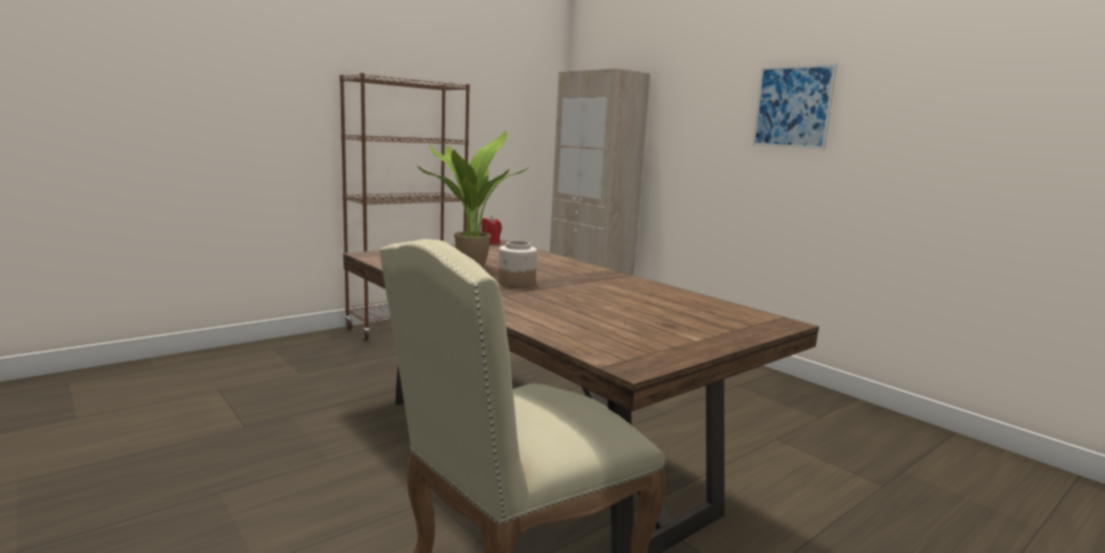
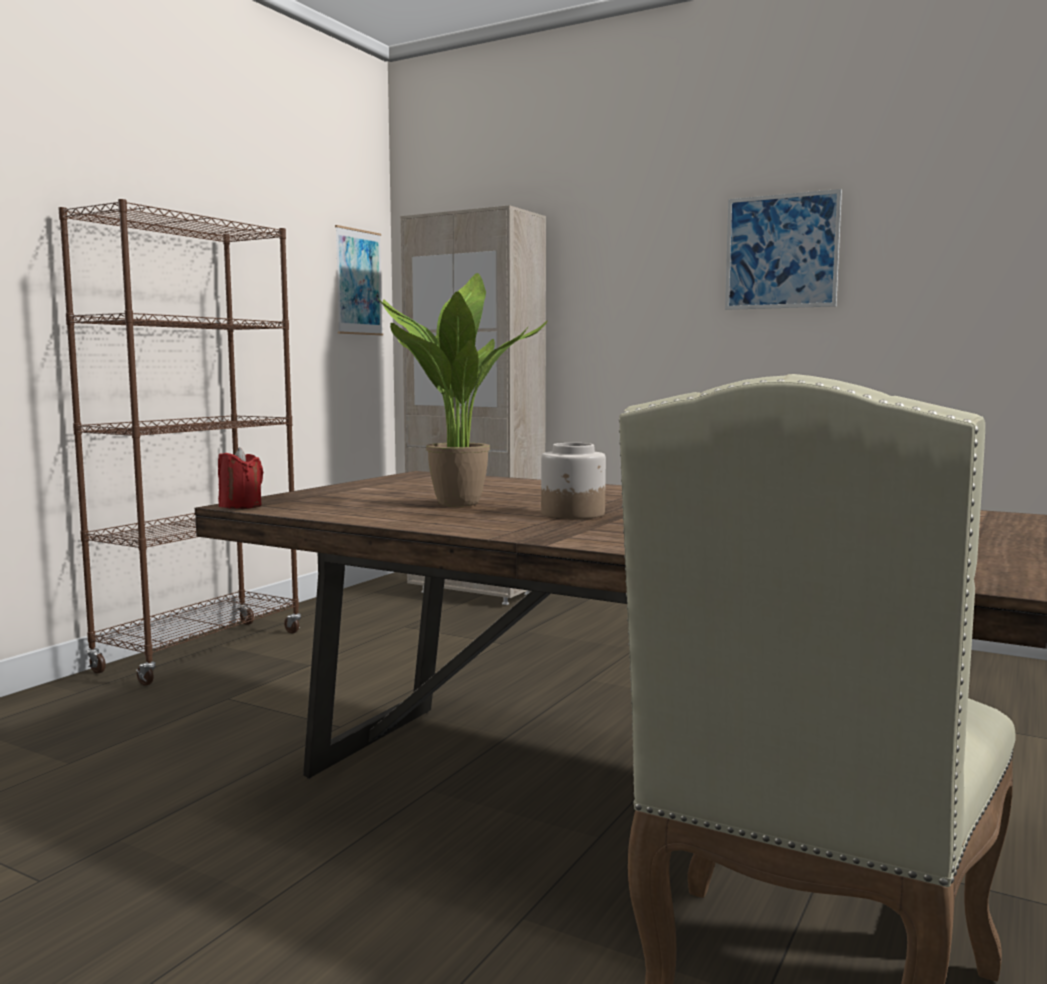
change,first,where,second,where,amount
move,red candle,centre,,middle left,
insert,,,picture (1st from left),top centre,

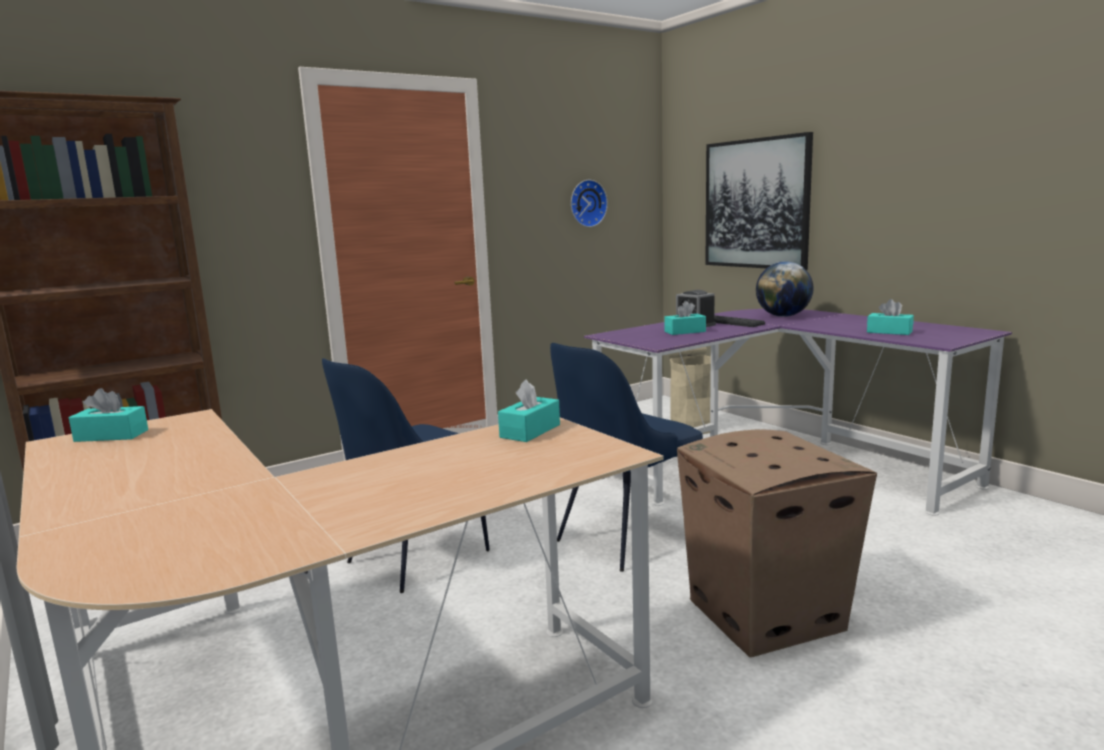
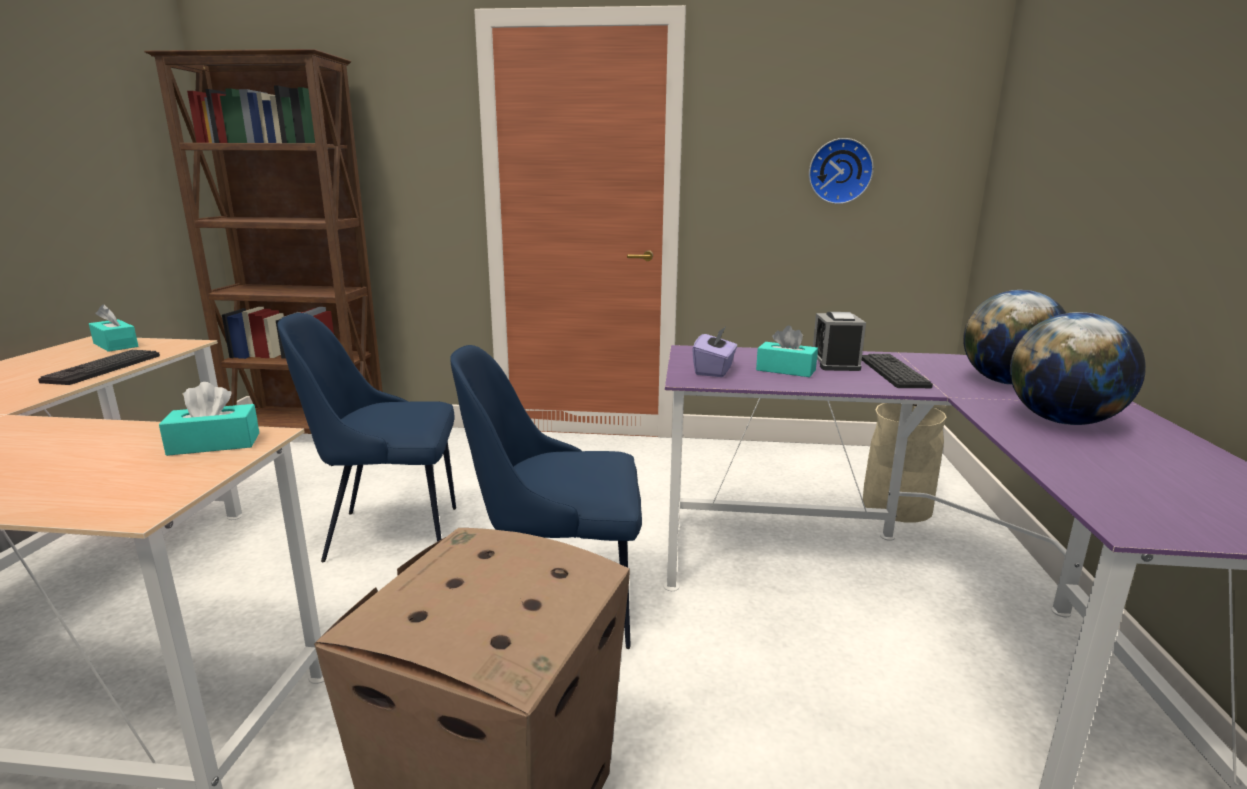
change,first,where,second,where,amount
delete,picture,top right,,,
delete,turquoise tissue box (4th from left),middle right,,,
insert,,,globe (2nd from left),middle right,
insert,,,purple tissue box,centre,
insert,,,keyboard (1st from left),middle left,

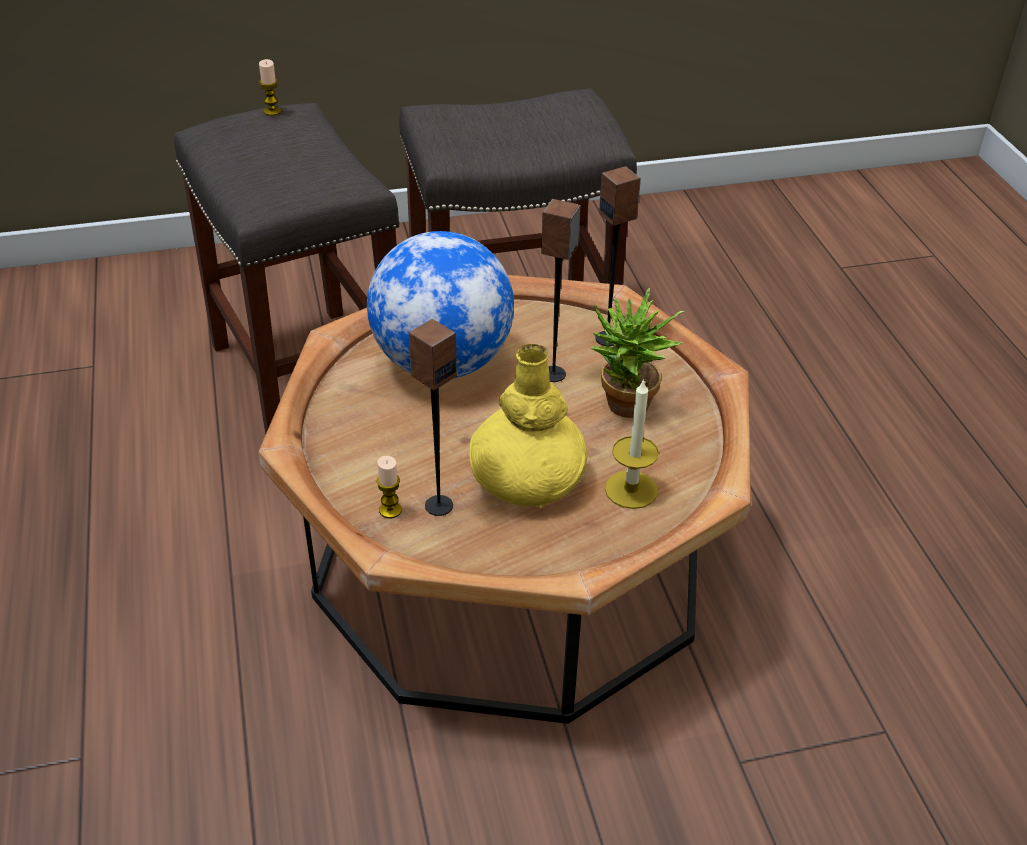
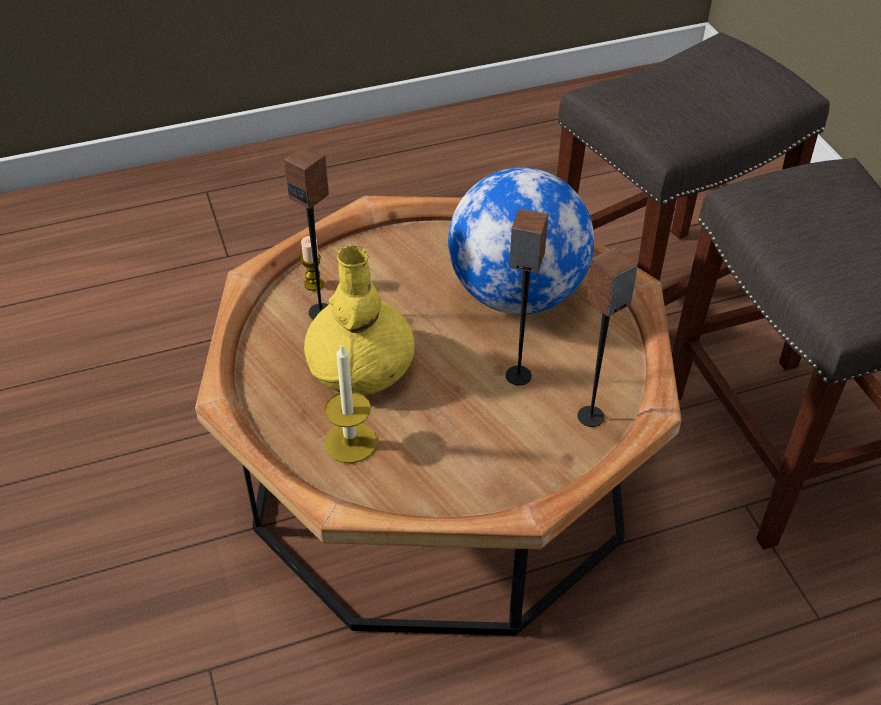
change,first,where,second,where,amount
delete,candle (1st from left),top left,,,
delete,potted plant,centre,,,

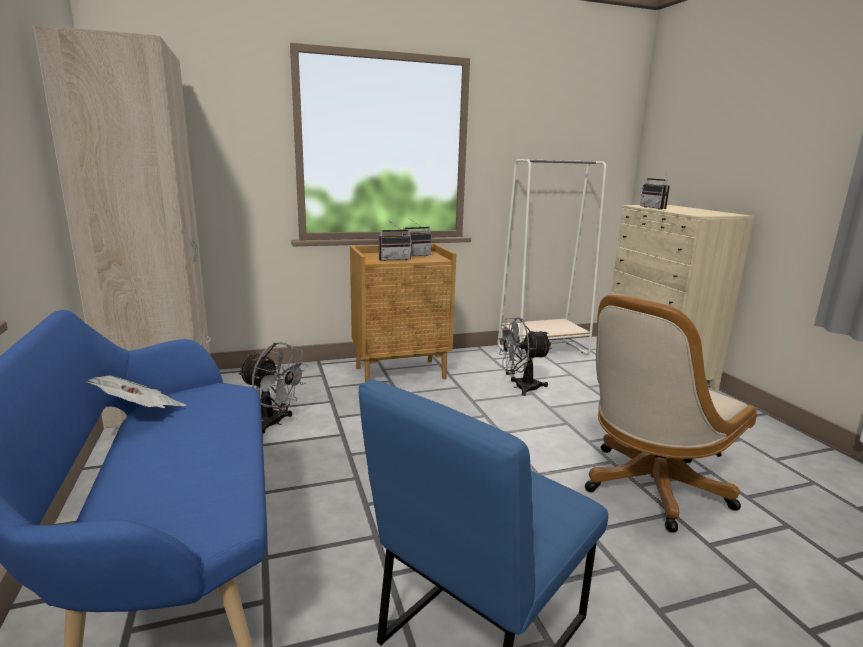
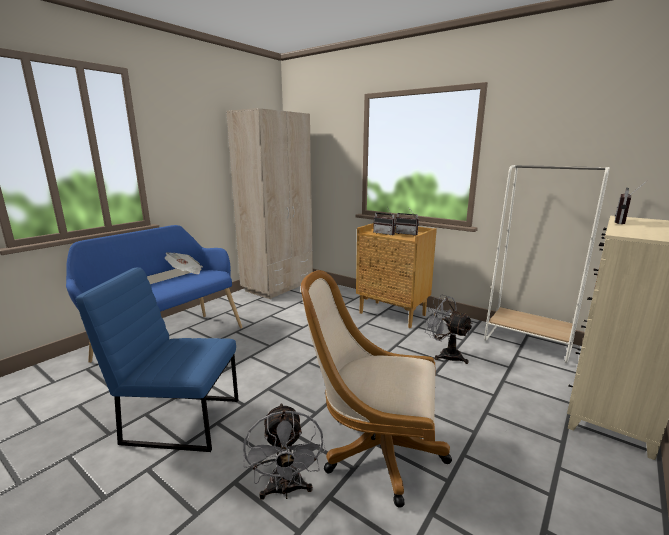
change,first,where,second,where,amount
move,grey fan (1st from left),middle left,,bottom centre,

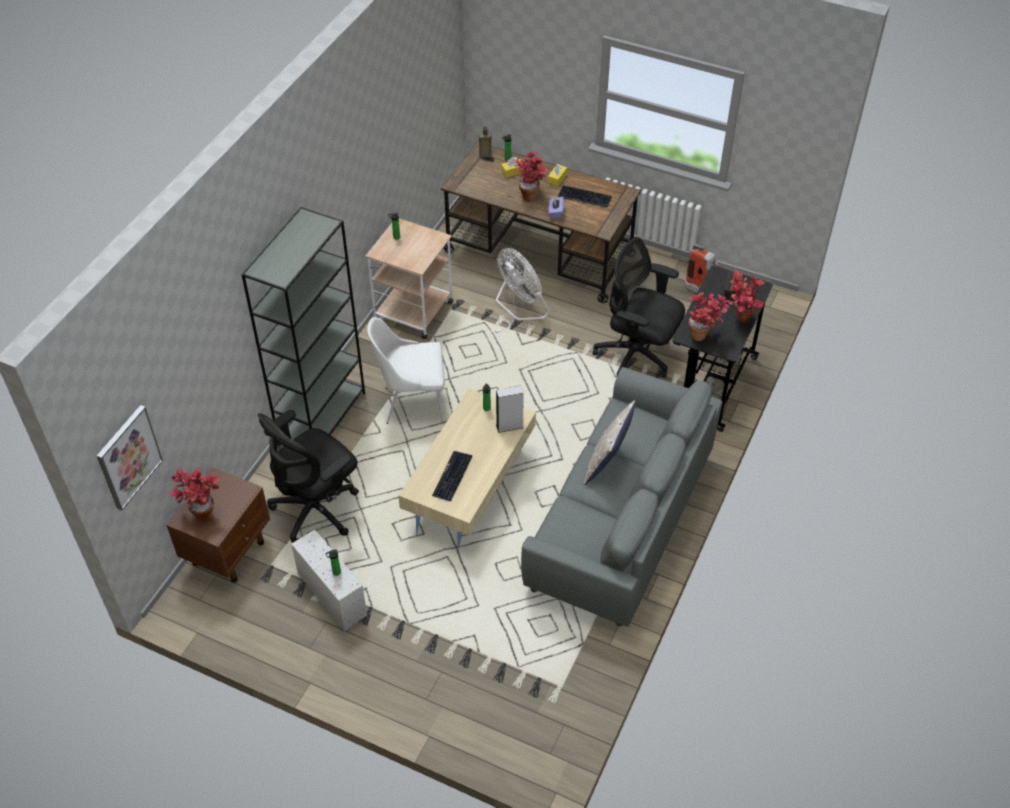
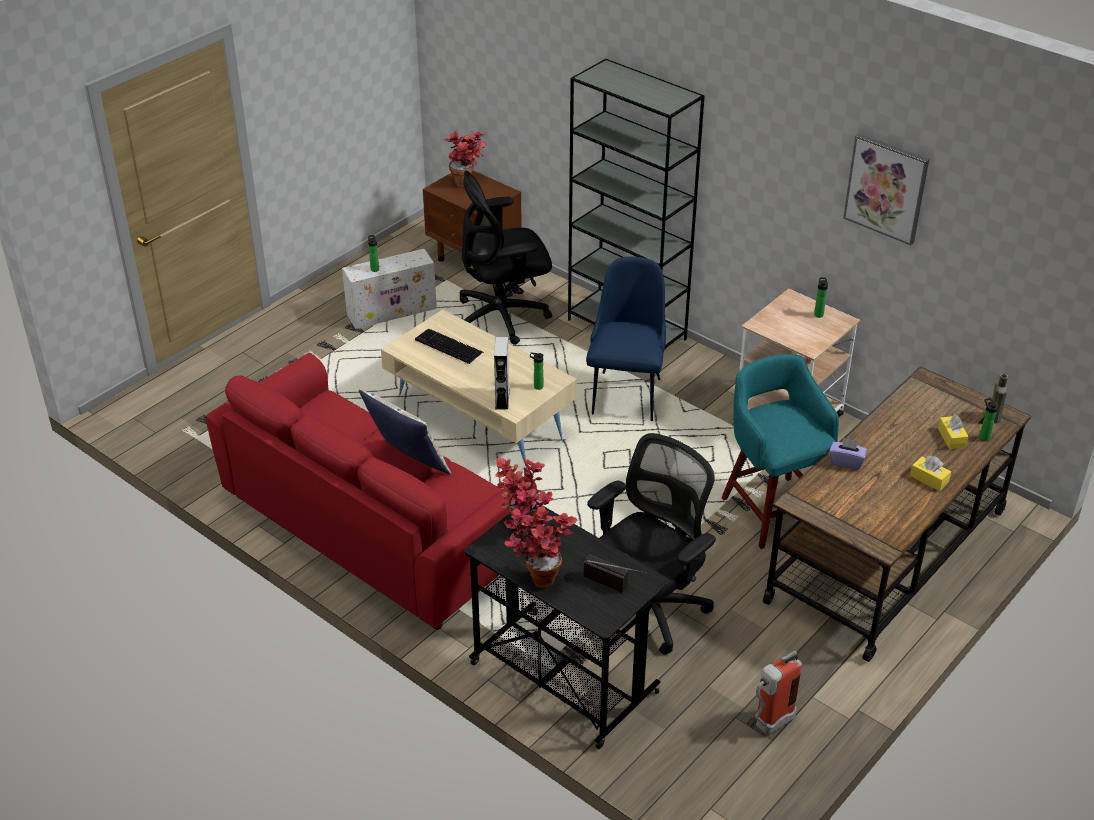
change,first,where,second,where,amount
delete,potted plant (2nd from left),top centre,,,
delete,keyboard (2nd from left),top centre,,,
replace,white fan,centre,turquoise stool,middle right,
recolor,white chair,centre,blue chair,centre,
recolor,grey sofa,centre,red sofa,centre,
move,picture,middle left,,top right,
rotate,black office chair (1st from left),middle left,,top centre,75 degrees counterclockwise

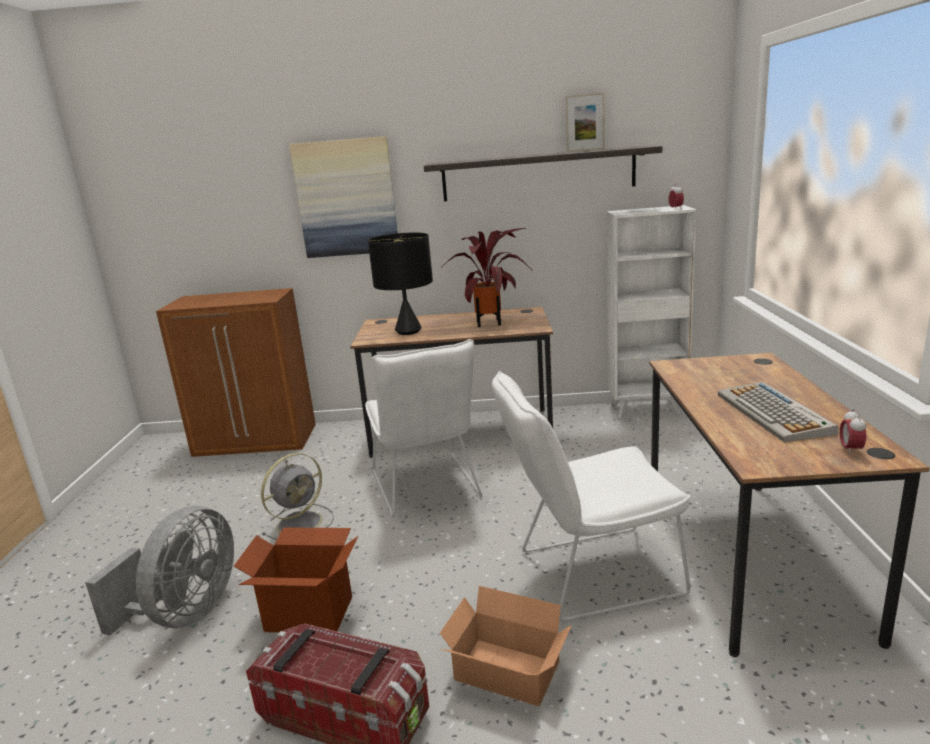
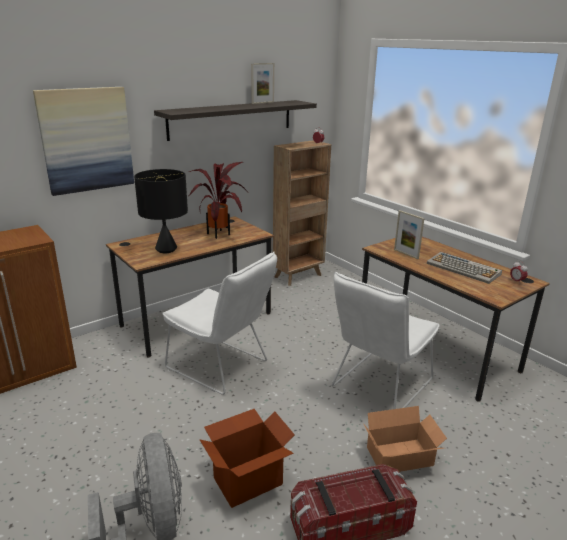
change,first,where,second,where,amount
recolor,white bookcase,middle right,brown bookcase,centre,
delete,grey fan (2nd from left),bottom left,,,
insert,,,picture frame (2nd from left),middle right,

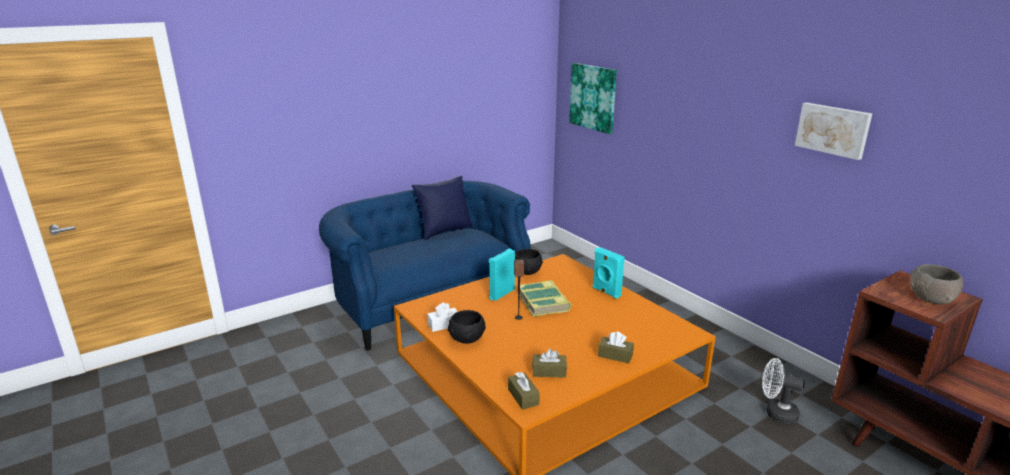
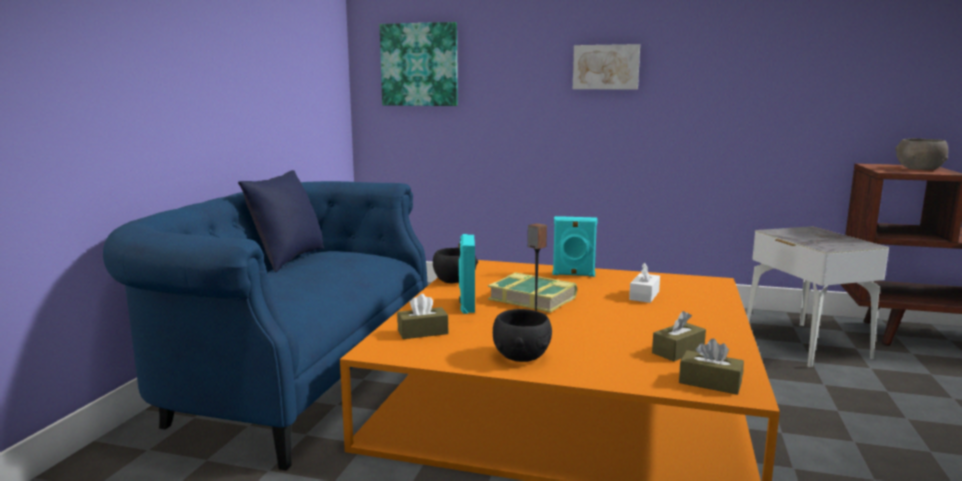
change,first,where,second,where,amount
move,picture (2nd from left),top right,,top centre,
move,white tissue box,bottom centre,,middle right,
move,brown tissue box (3rd from left in the first image),bottom centre,brown tissue box (1st from left),centre,
replace,white fan,bottom right,side table,middle right,

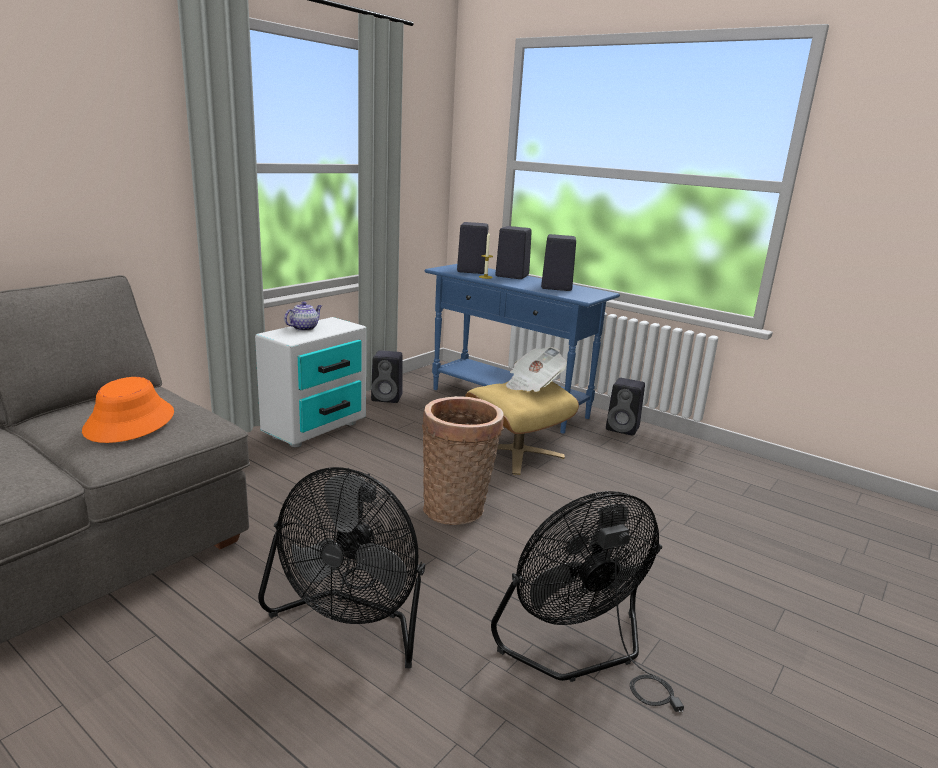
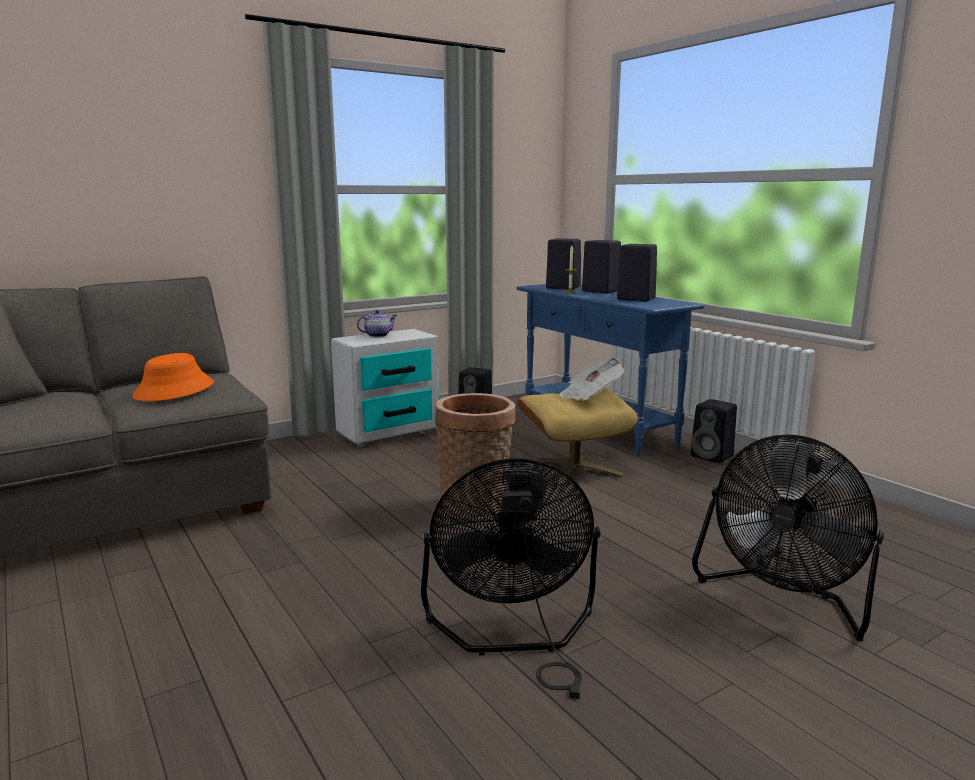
change,first,where,second,where,amount
move,black fan (1st from left in the first image),bottom centre,black fan (2nd from left),bottom right,

